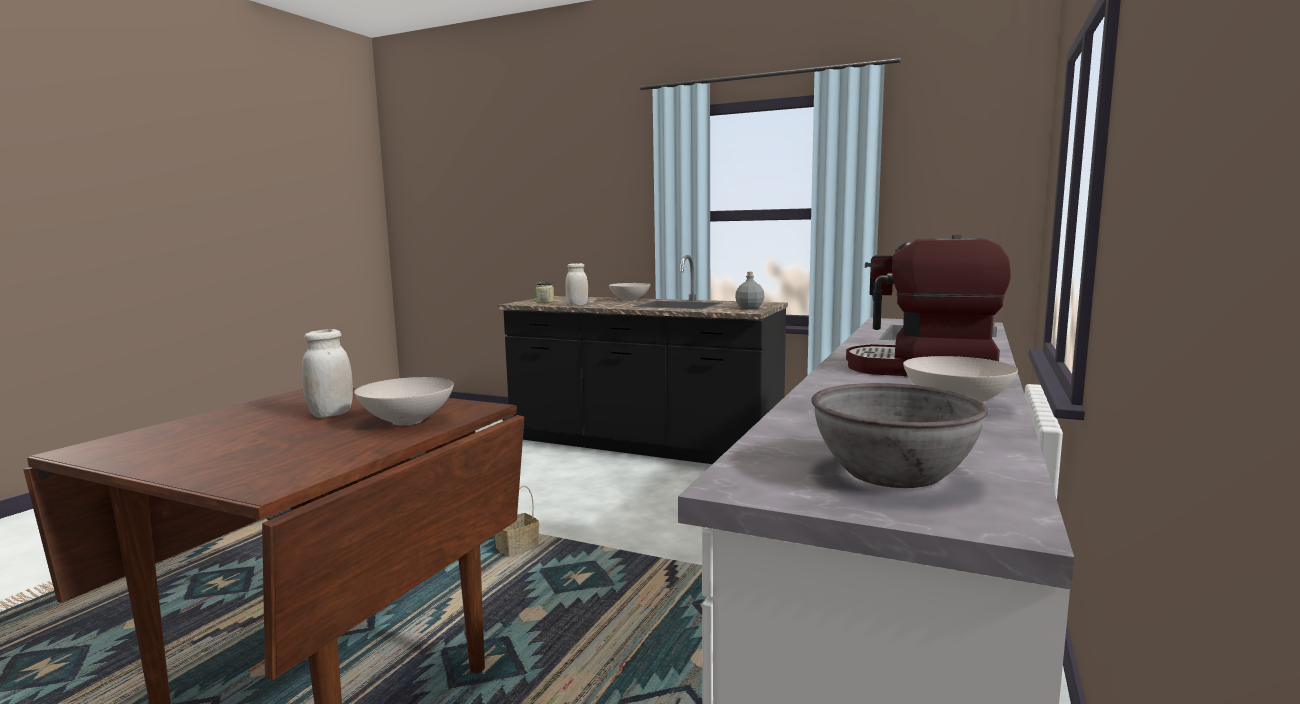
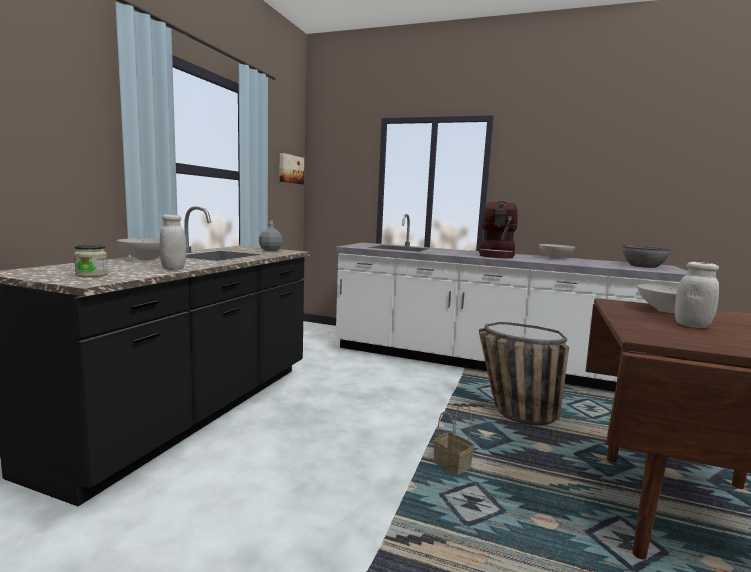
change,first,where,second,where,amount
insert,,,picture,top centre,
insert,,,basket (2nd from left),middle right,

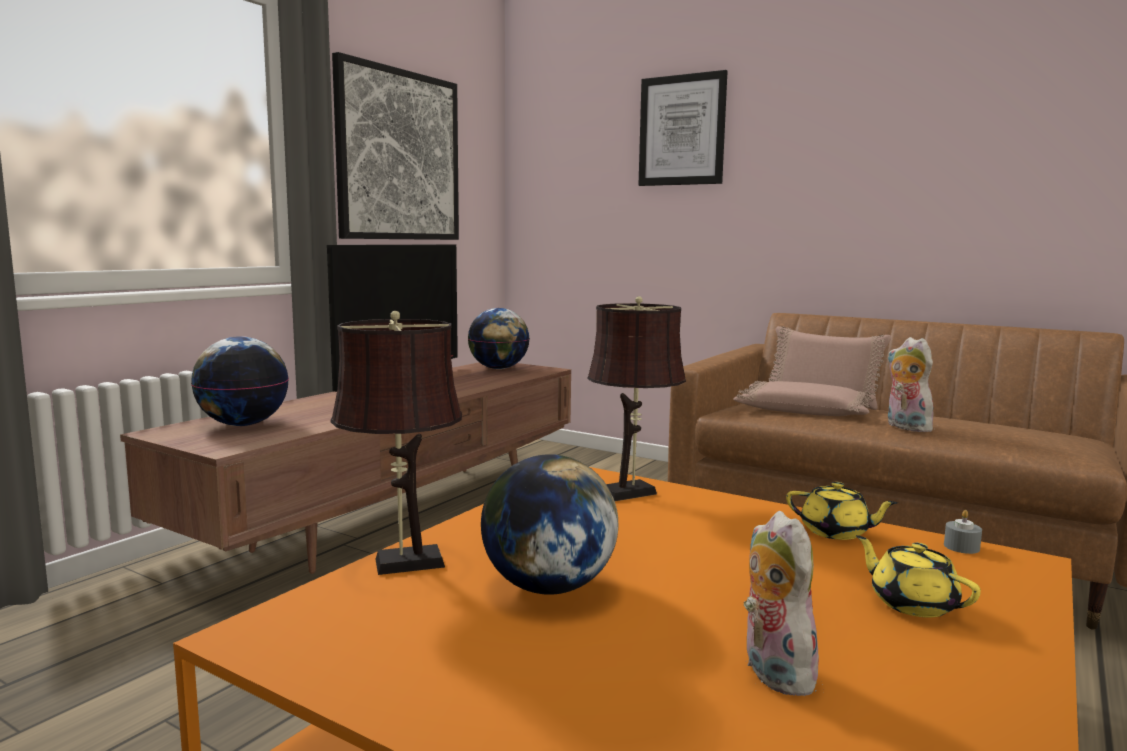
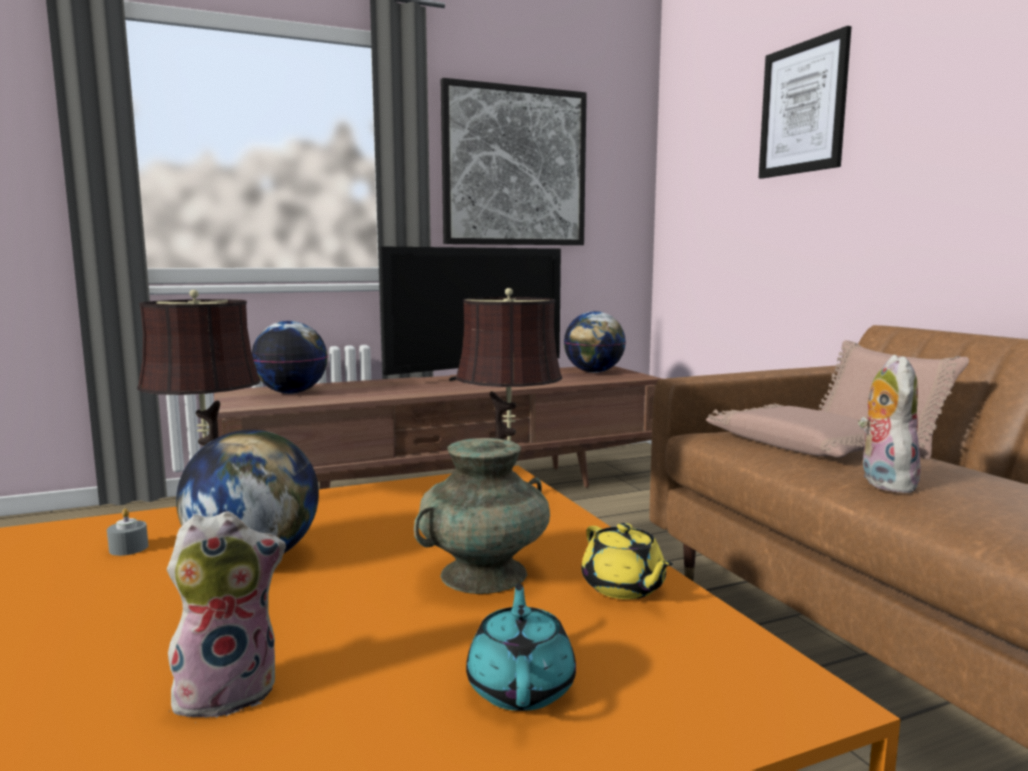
change,first,where,second,where,amount
move,grey candle,bottom right,,bottom left,
rotate,plush toy (1st from left),bottom right,,bottom left,45 degrees clockwise
recolor,yellow teapot (2nd from left),bottom right,turquoise teapot,bottom centre,
insert,,,turquoise vase,bottom centre,

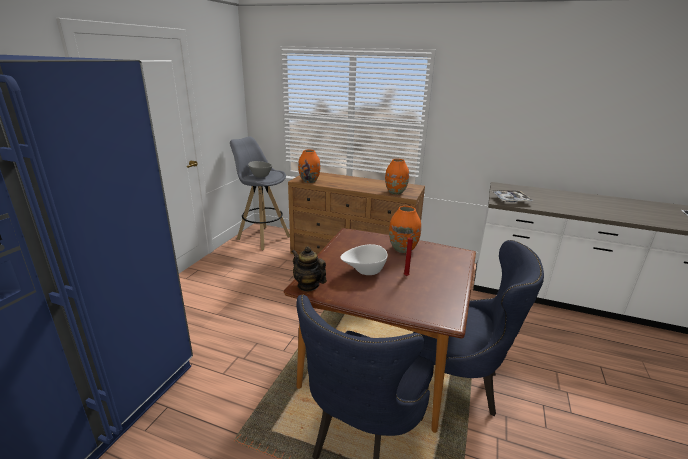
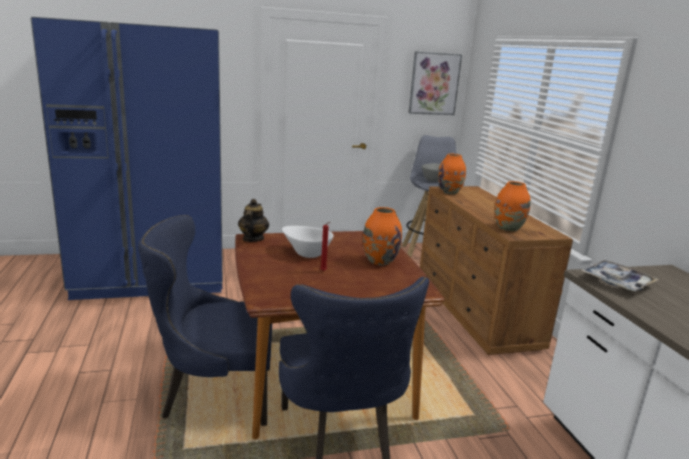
change,first,where,second,where,amount
insert,,,picture,top centre,

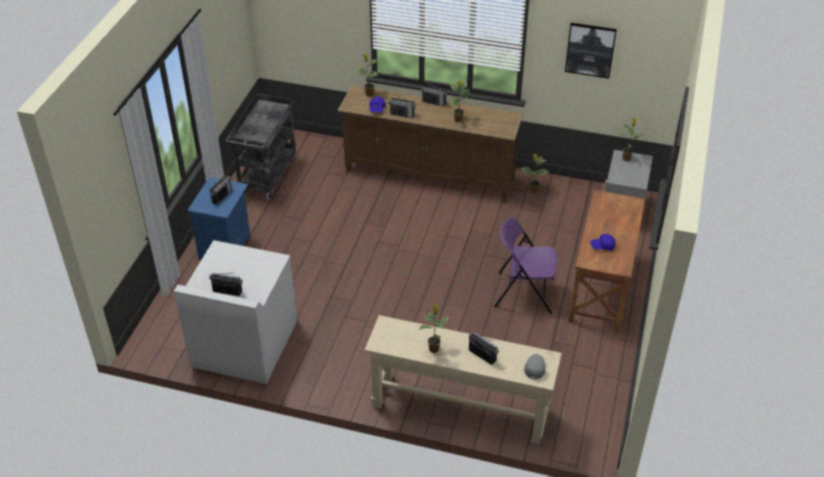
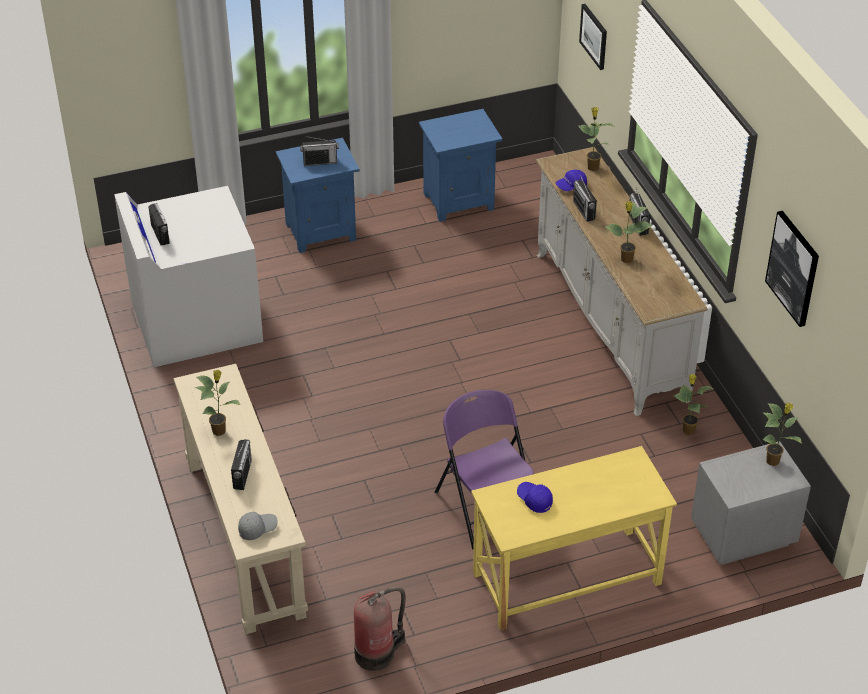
change,first,where,second,where,amount
recolor,brown cabinet,top centre,grey cabinet,middle right,
replace,black cart,top left,blue nightstand (2nd from left),top centre,
recolor,brown desk,middle right,yellow desk,bottom centre,
insert,,,picture (1st from left),top right,
insert,,,fire extinguisher,bottom centre,

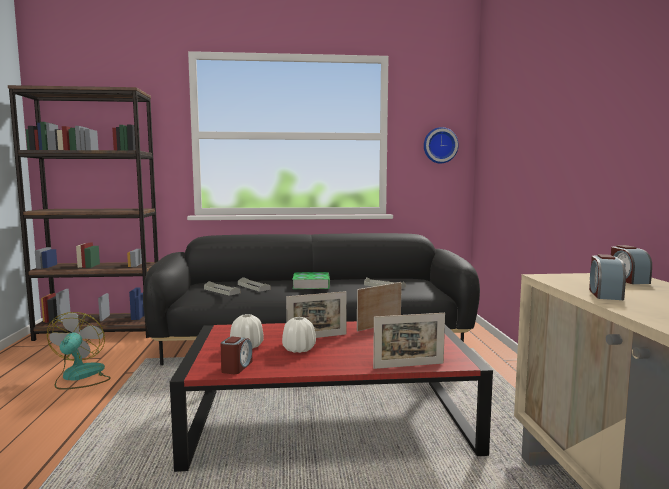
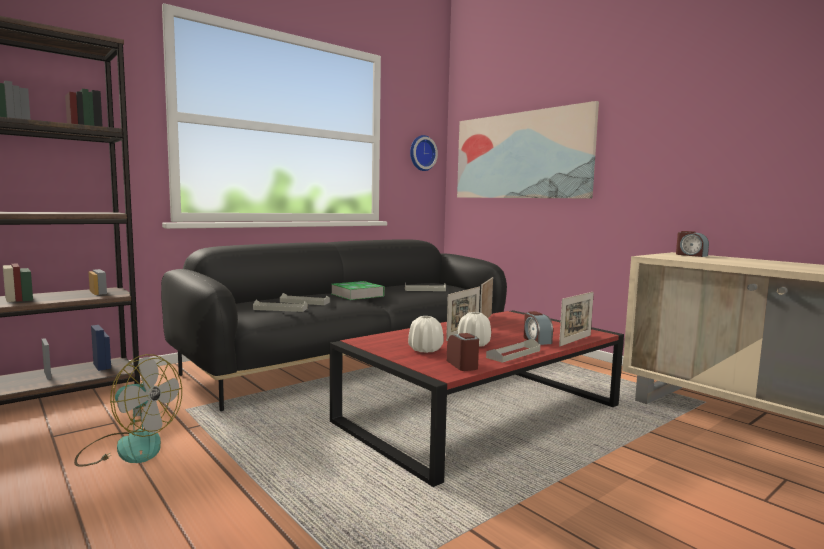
change,first,where,second,where,amount
move,alarm clock (2nd from left),middle right,,centre,
rotate,fan,bottom left,,bottom left,150 degrees clockwise
insert,,,picture,top centre,
insert,,,grey tray (4th from left),centre,

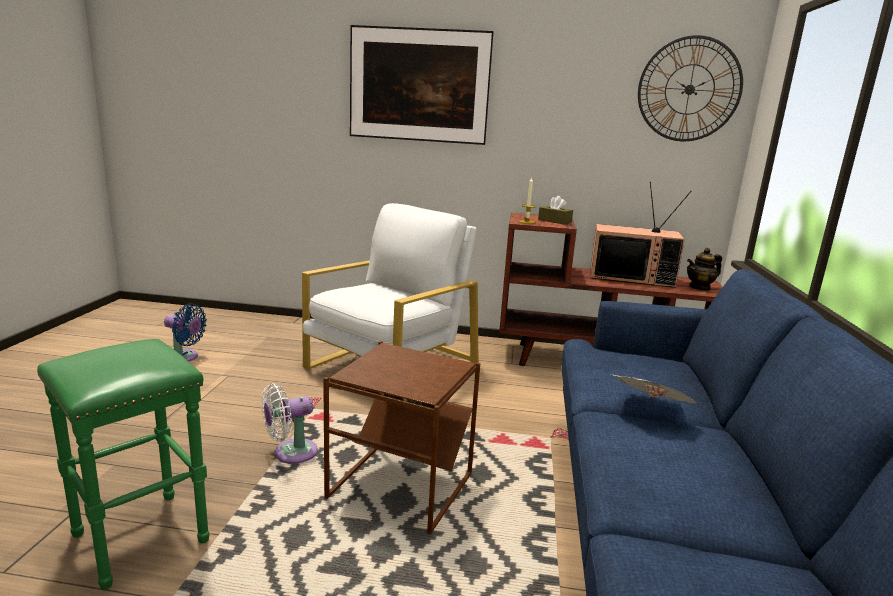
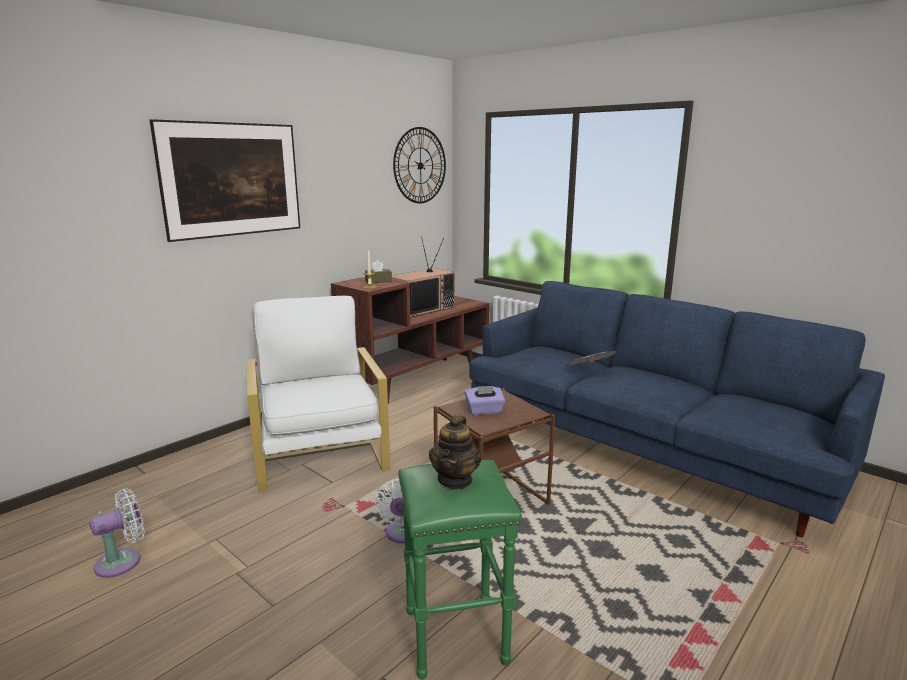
change,first,where,second,where,amount
move,teapot,middle right,,centre,
recolor,blue fan,middle left,white fan (1st from left),bottom left,
insert,,,purple tissue box,centre,

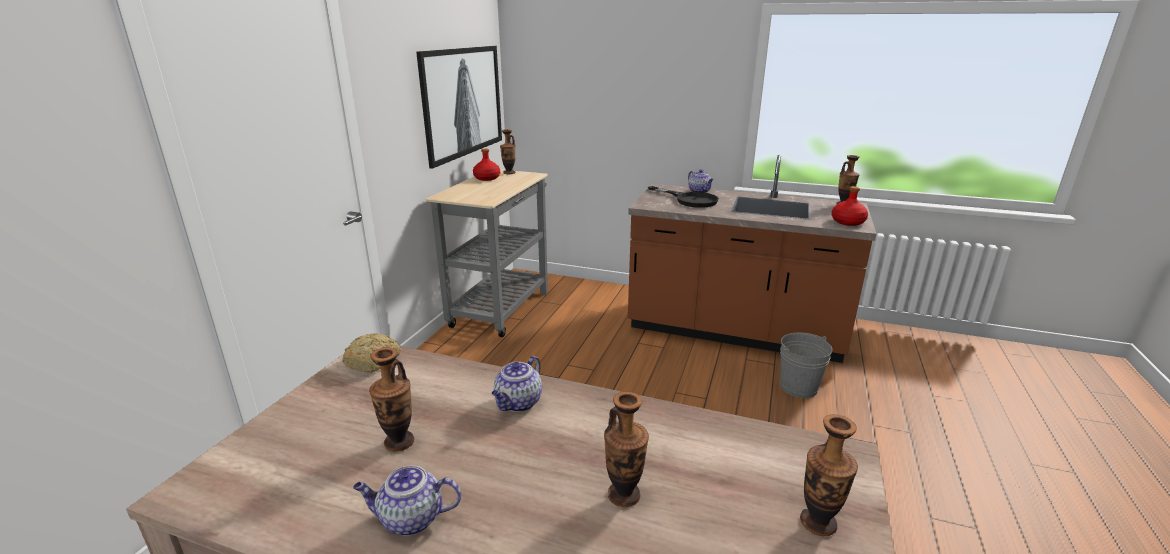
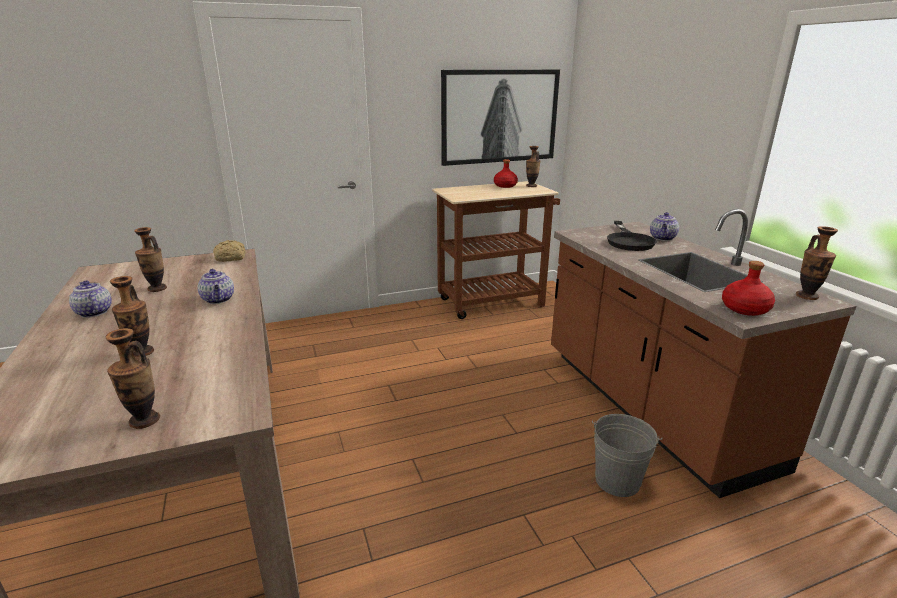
change,first,where,second,where,amount
recolor,grey cart,centre,brown cart,centre,
rotate,teapot (2nd from left),bottom centre,,middle left,105 degrees counterclockwise

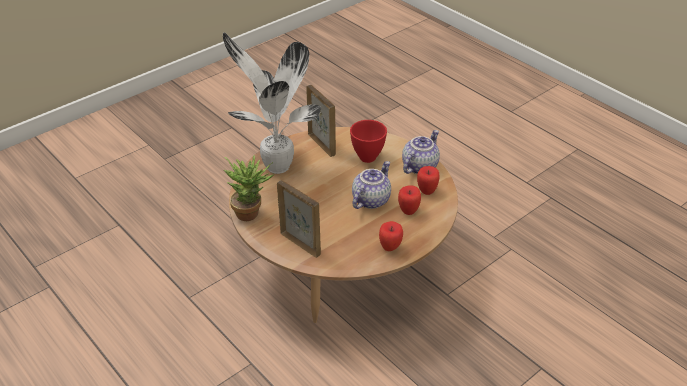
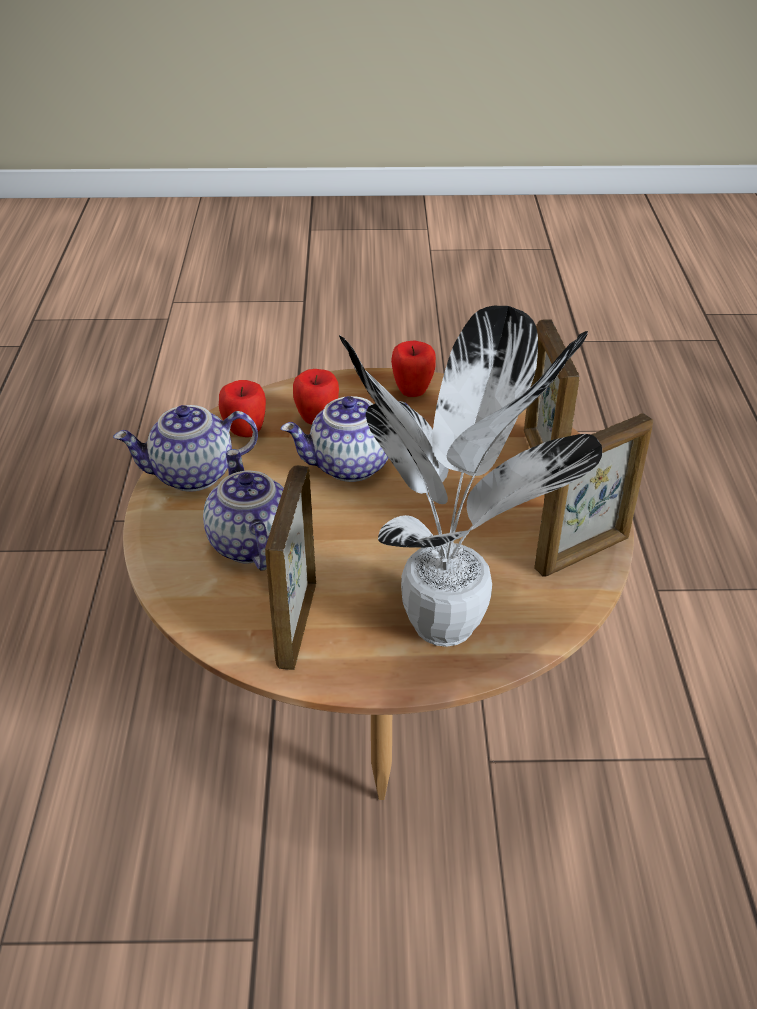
change,first,where,second,where,amount
replace,red bowl,centre,teapot (2nd from left),middle left,
replace,potted plant (1st from left),centre,picture frame (3rd from left),middle right,

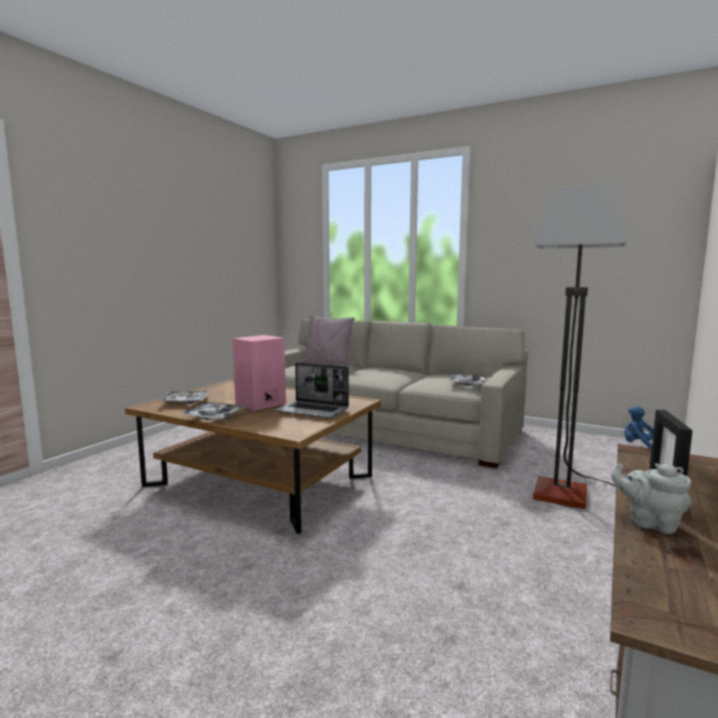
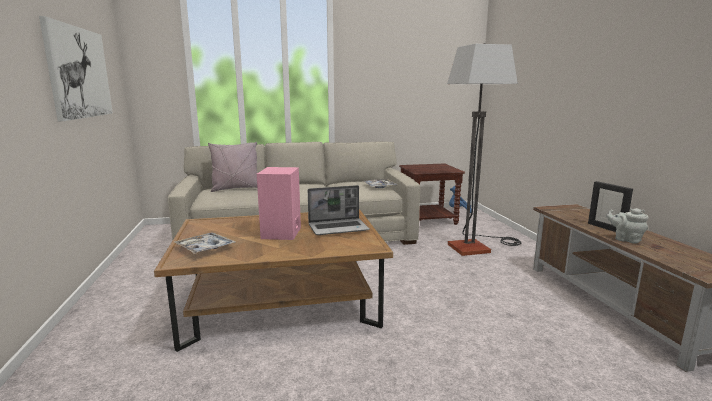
change,first,where,second,where,amount
delete,tray (2nd from left),middle left,,,
rotate,grey teapot,bottom right,,middle right,45 degrees clockwise
insert,,,picture,top left,
insert,,,brown side table,centre,

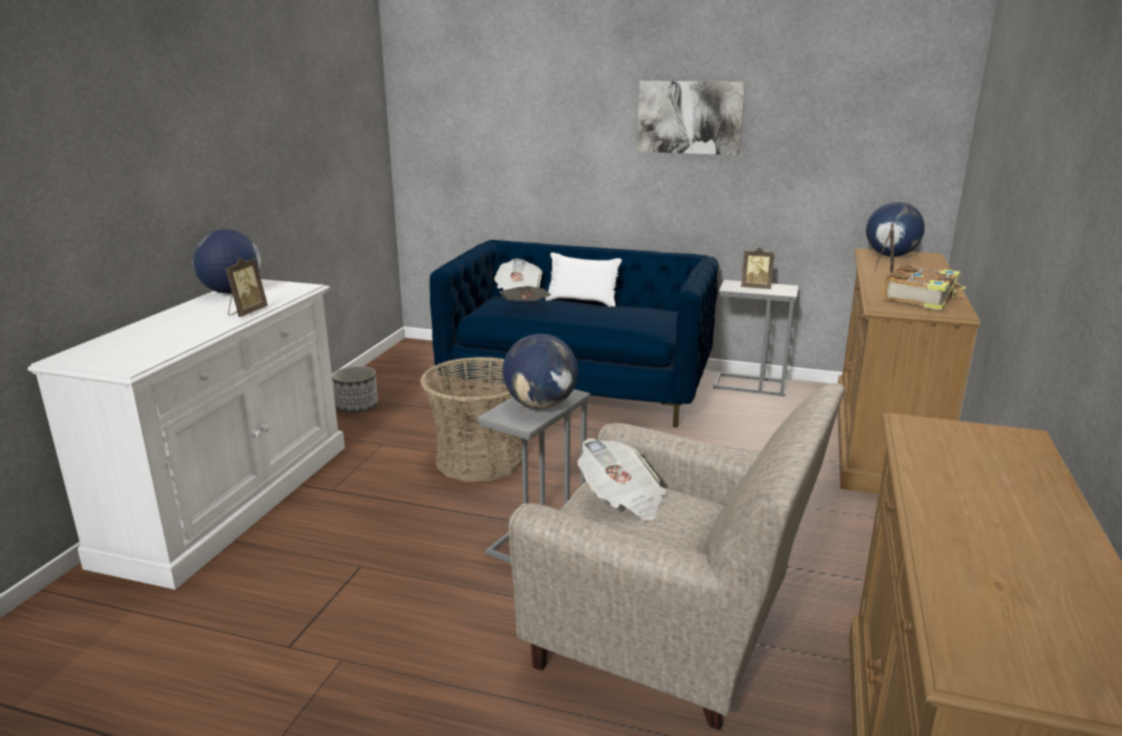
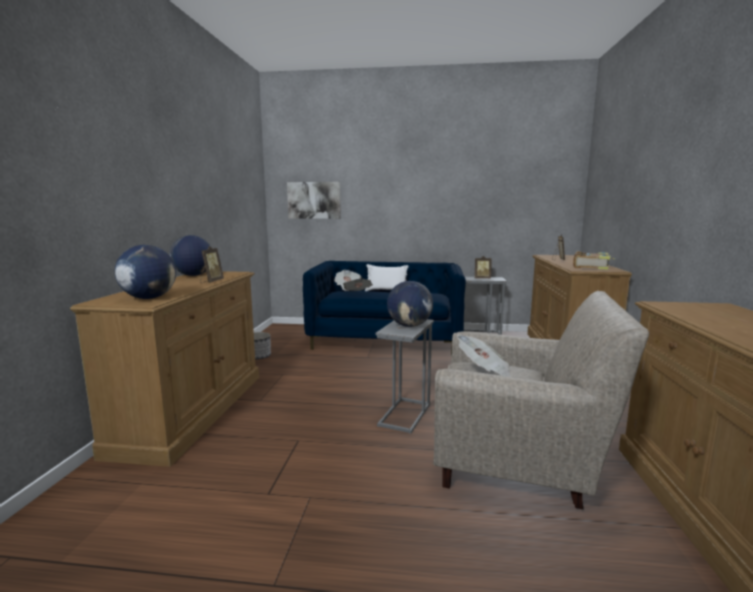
change,first,where,second,where,amount
move,picture,top centre,,centre,
move,globe (3rd from left in the first image),top right,globe (1st from left),middle left,
recolor,white cabinet,middle left,brown cabinet (1st from left),middle left,
delete,basket,centre,,,

